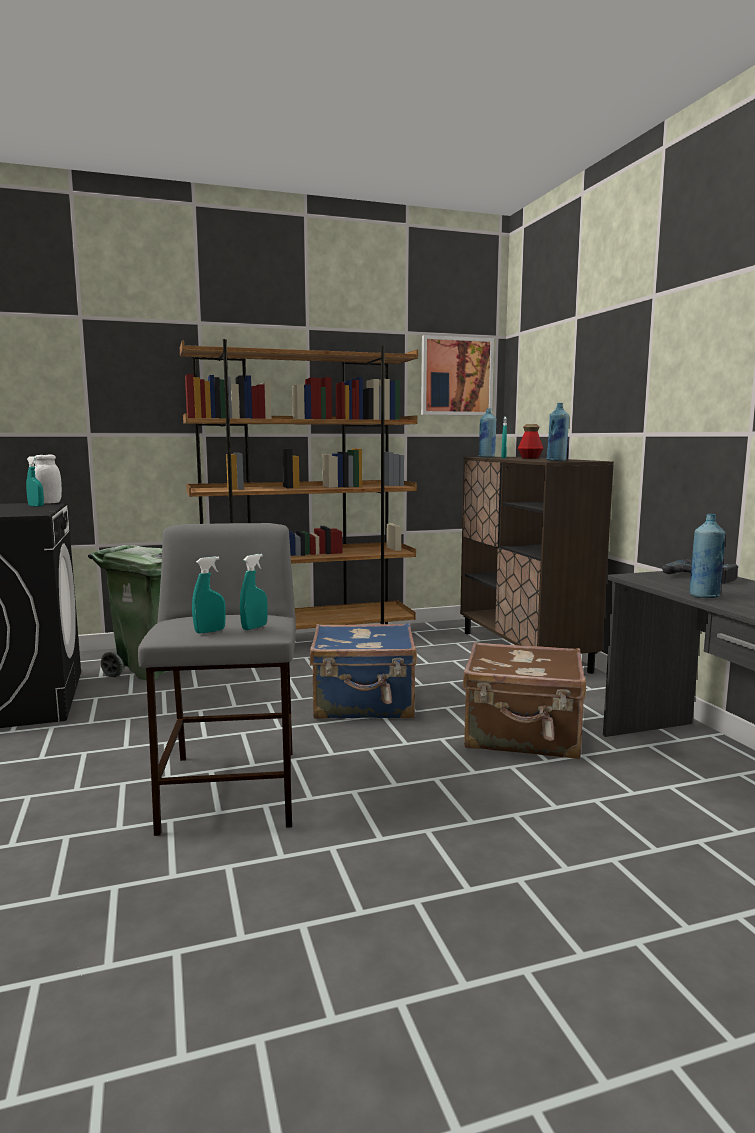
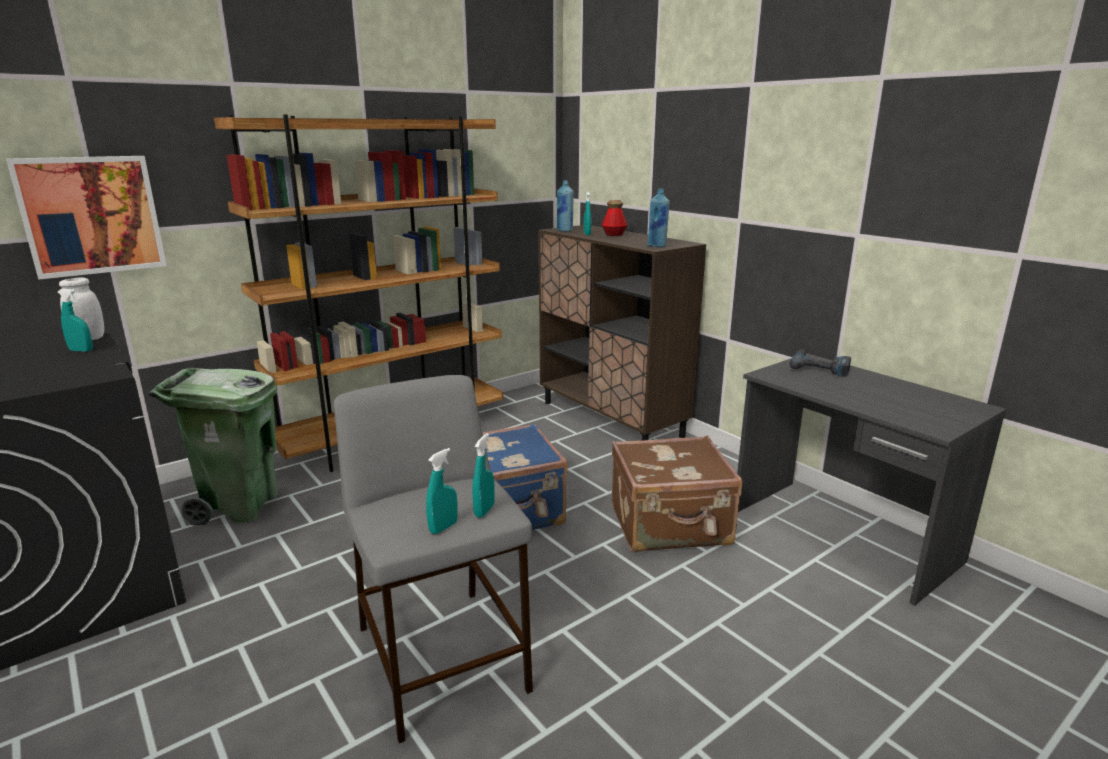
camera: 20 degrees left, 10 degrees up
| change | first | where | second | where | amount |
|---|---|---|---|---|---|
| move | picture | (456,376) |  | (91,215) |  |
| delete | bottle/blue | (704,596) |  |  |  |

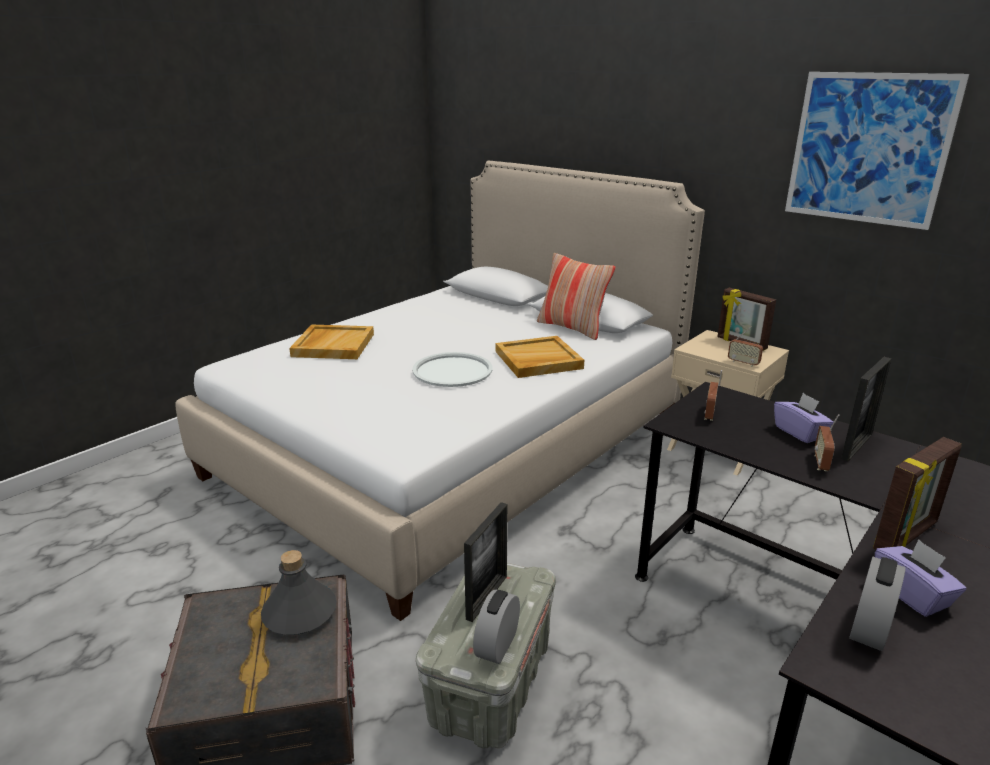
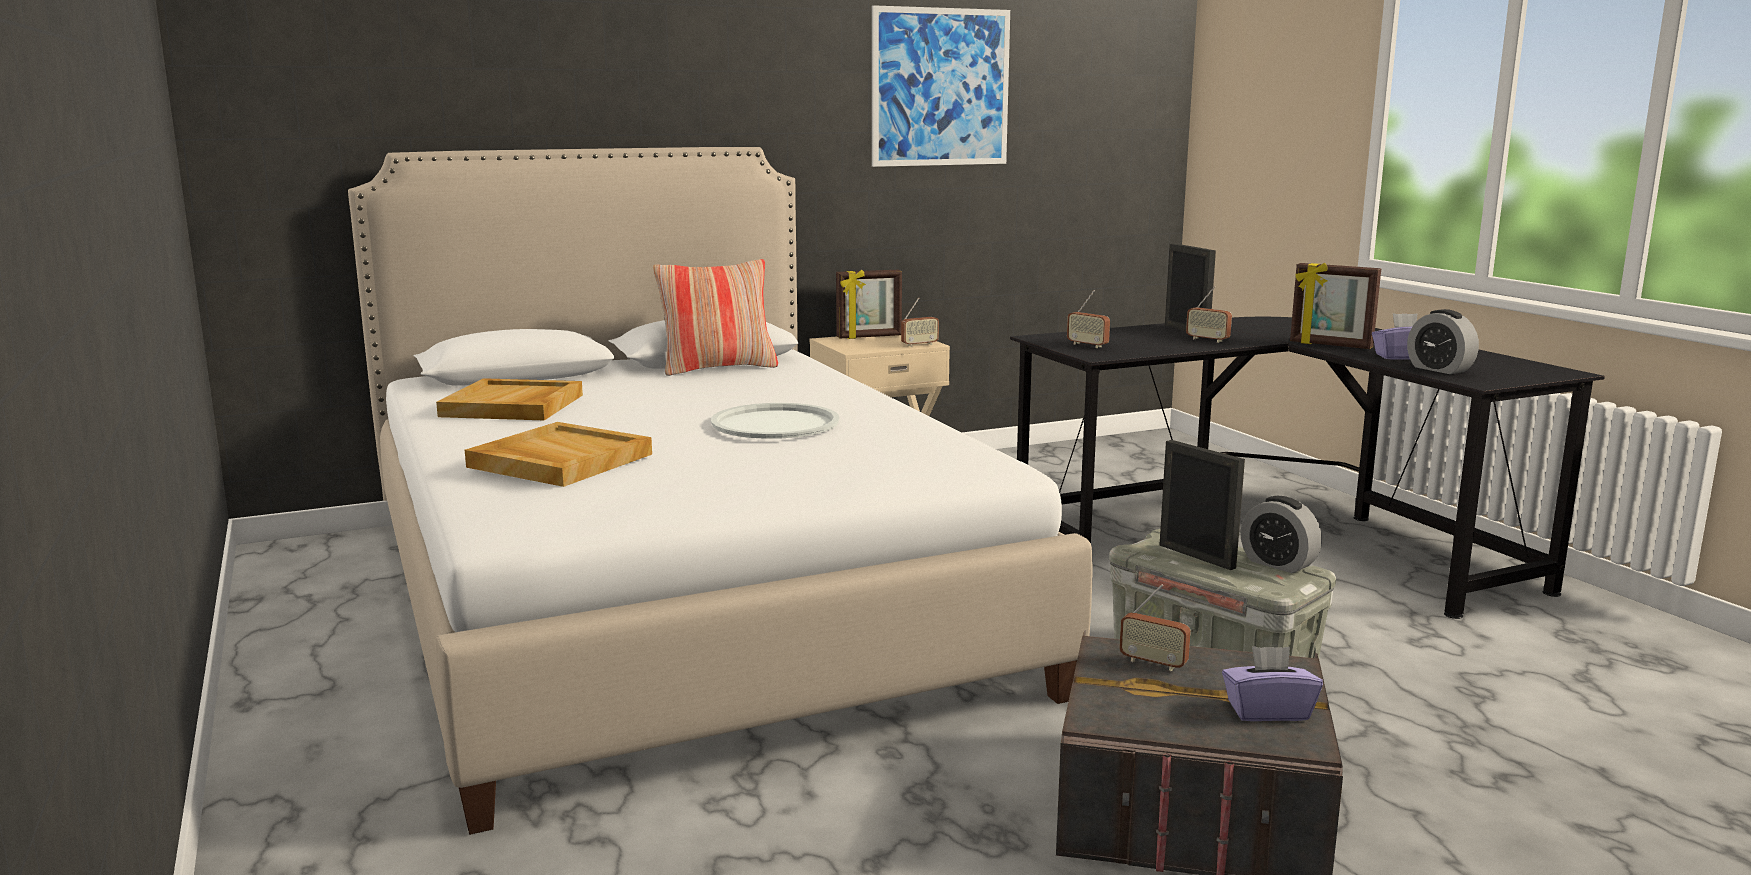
camera: 65 degrees left, 10 degrees down
| change | first | where | second | where | amount |
|---|---|---|---|---|---|
| replace | bottle/grey | (300,614) | radio | (1153,663) |  |
| move | tray/beige | (538,360) |  | (513,406) |  |
| move | tissue box/purple | (799,432) |  | (1268,711) |  |
| rotate | picture frame | (906,537) |  | (1330,345) | 135 degrees clockwise |

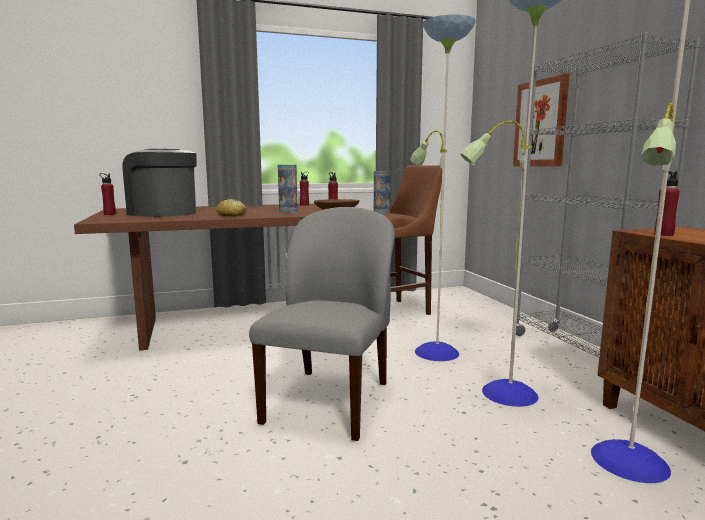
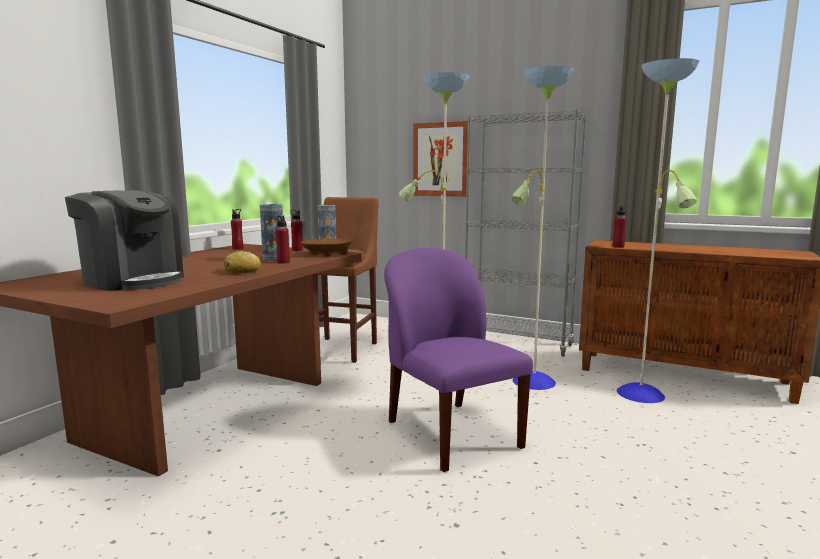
camera: 45 degrees left, 0 degrees up
| change | first | where | second | where | amount |
|---|---|---|---|---|---|
| move | bottle/red | (109,214) |  | (283,262) |  |
| rotate | coffee machine | (163,213) |  | (133,280) | 135 degrees counterclockwise |
| recolor | chair/grey | (329,401) | chair/purple | (451,433) |  |

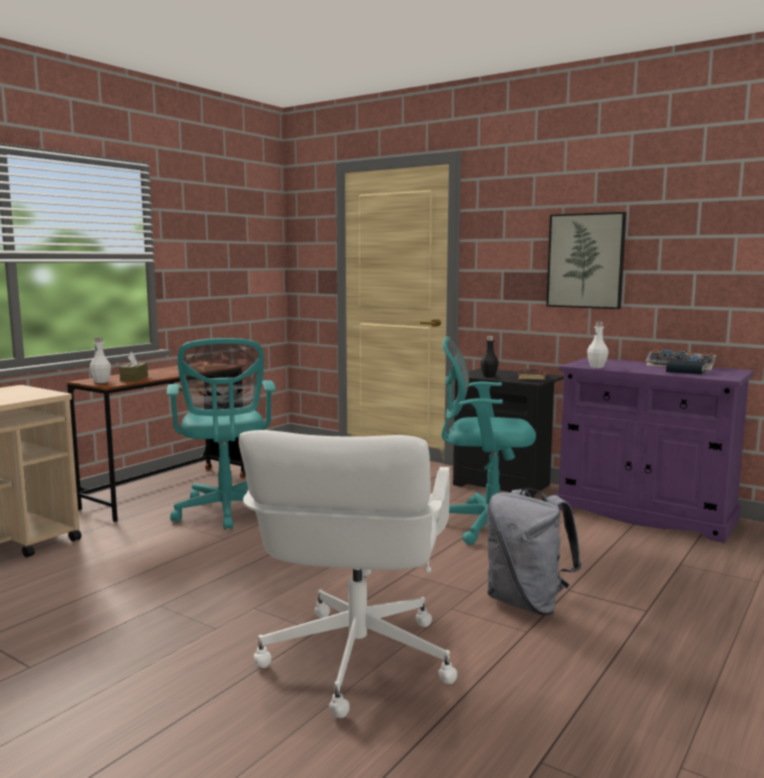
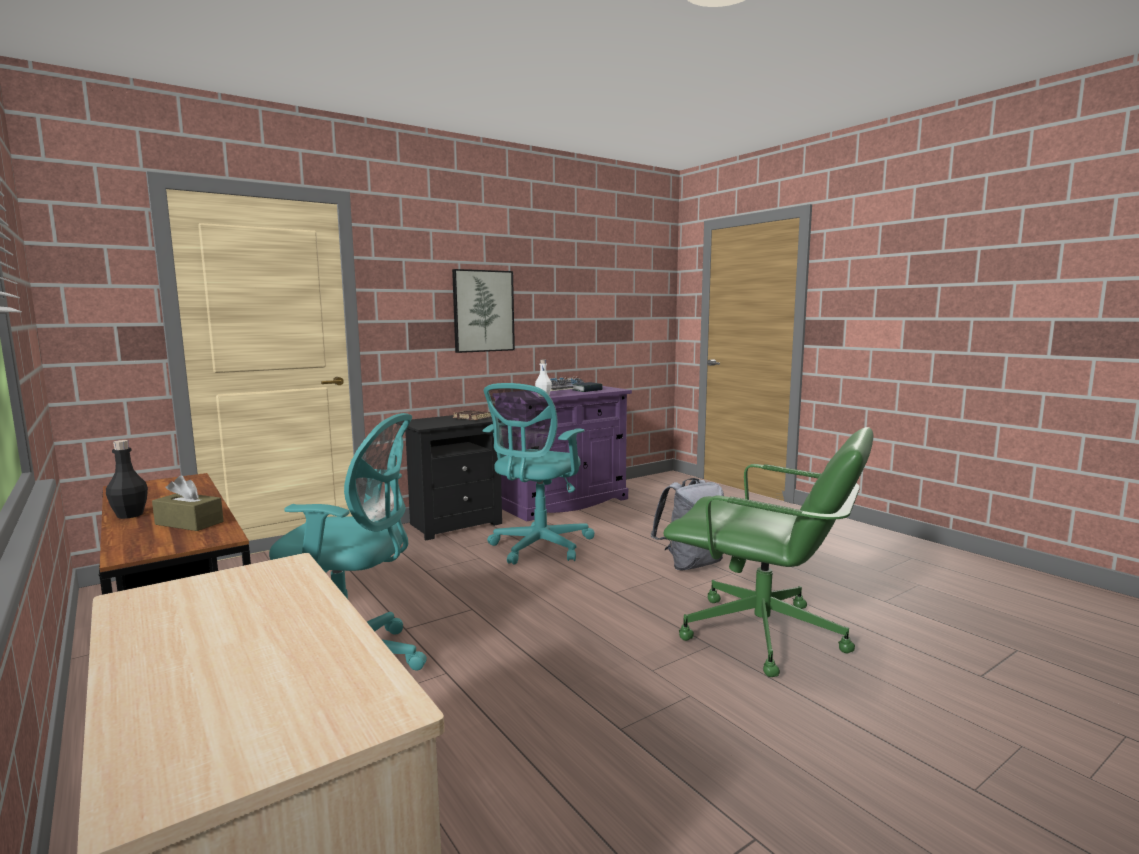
camera: 70 degrees left, 0 degrees up
| change | first | where | second | where | amount |
|---|---|---|---|---|---|
| delete | bottle/white | (101,382) |  |  |  |
| recolor | office chair/white | (355,660) | office chair/green | (764,635) |  |
| move | bottle/black | (489,376) |  | (130,515) |  |

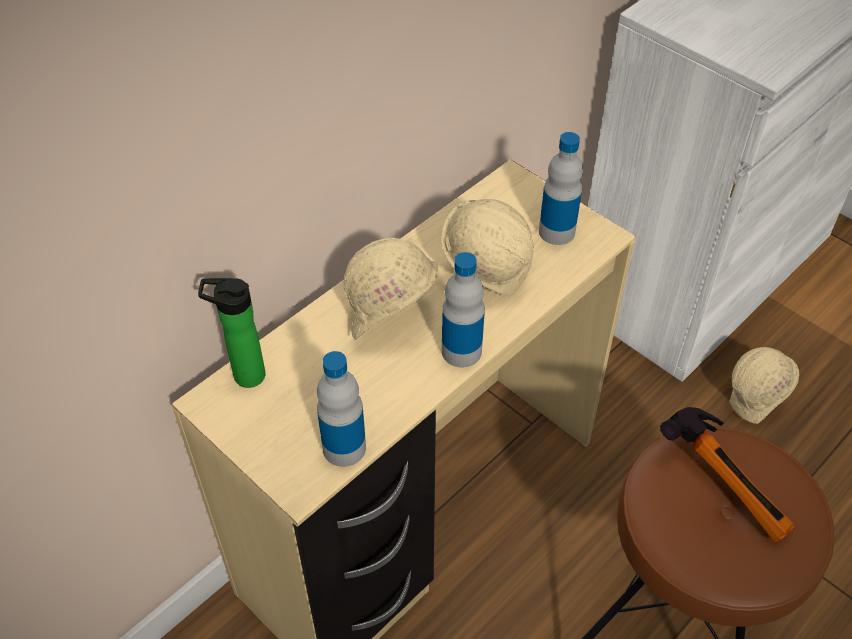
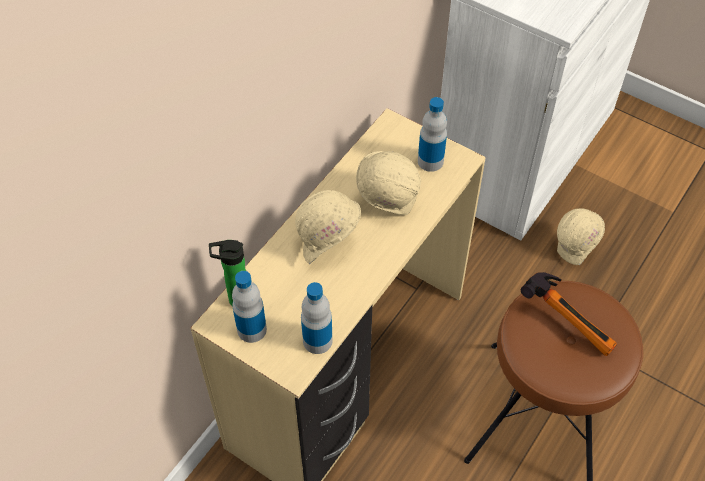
camera: 10 degrees left, 5 degrees up
| change | first | where | second | where | amount |
|---|---|---|---|---|---|
| move | bottle | (461,351) |  | (252,329) |  |

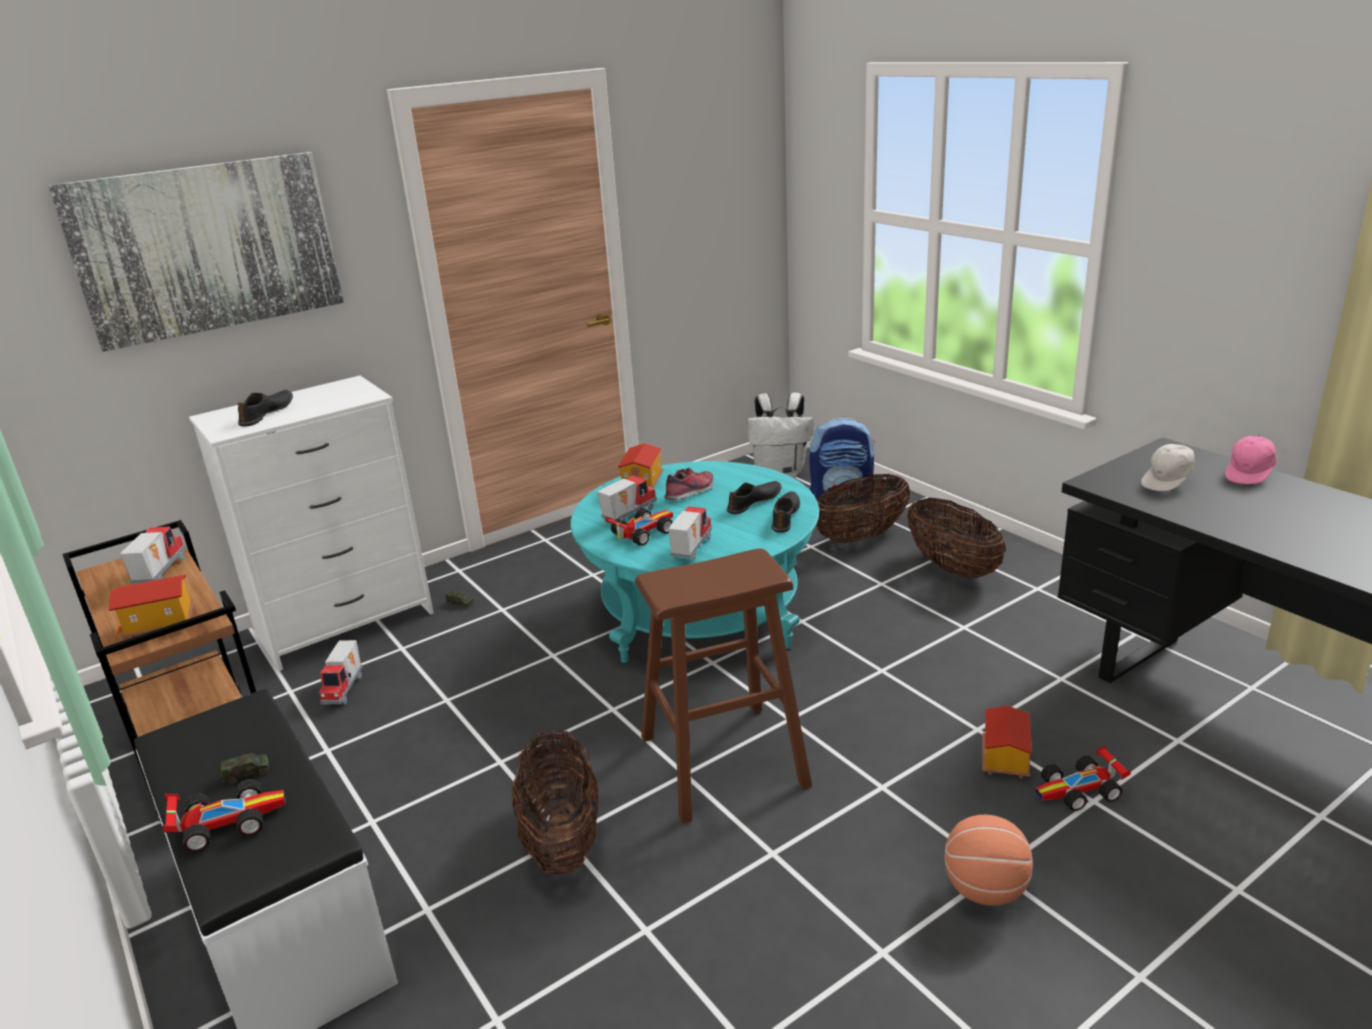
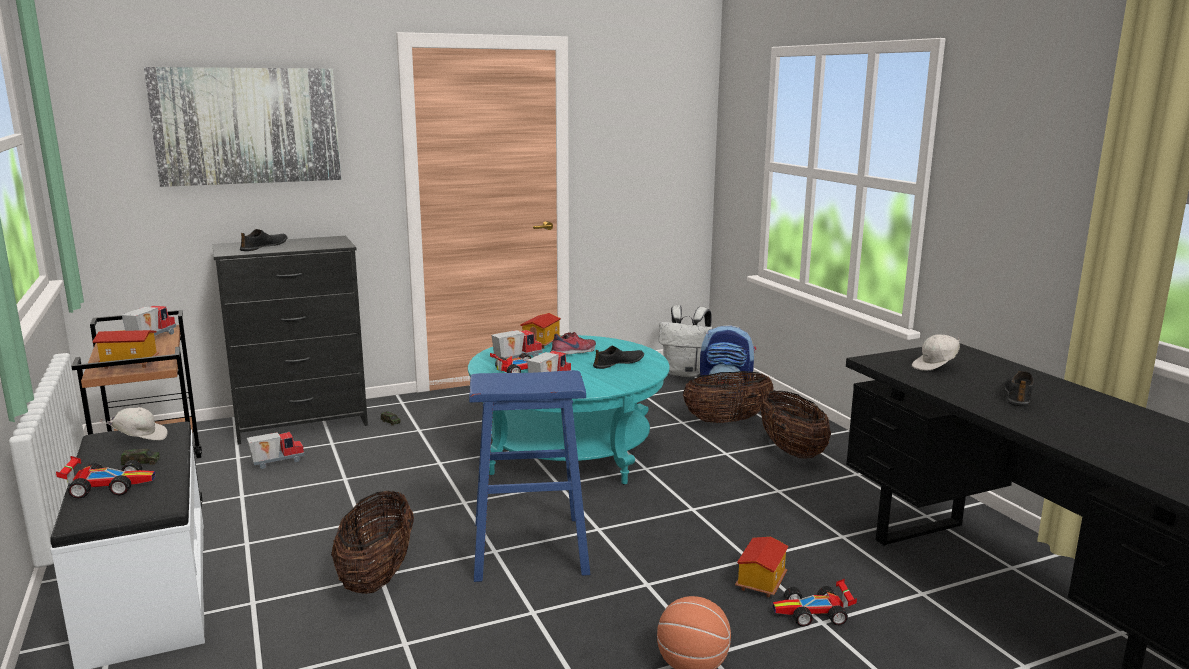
camera: 10 degrees right, 10 degrees down
| change | first | where | second | where | amount |
|---|---|---|---|---|---|
| recolor | dresser/white | (345,623) | dresser/black | (301,423) |  |
| rotate | toy truck | (345,689) |  | (277,462) | 135 degrees counterclockwise |
| recolor | stool/brown | (722,760) | stool/blue | (529,547) |  |
| move | shoe/black | (786,516) |  | (1019,394) |  |
| delete | cap/pink | (1249,474) |  |  |  |
| insert |  |  | cap/white | (140,438) |  |

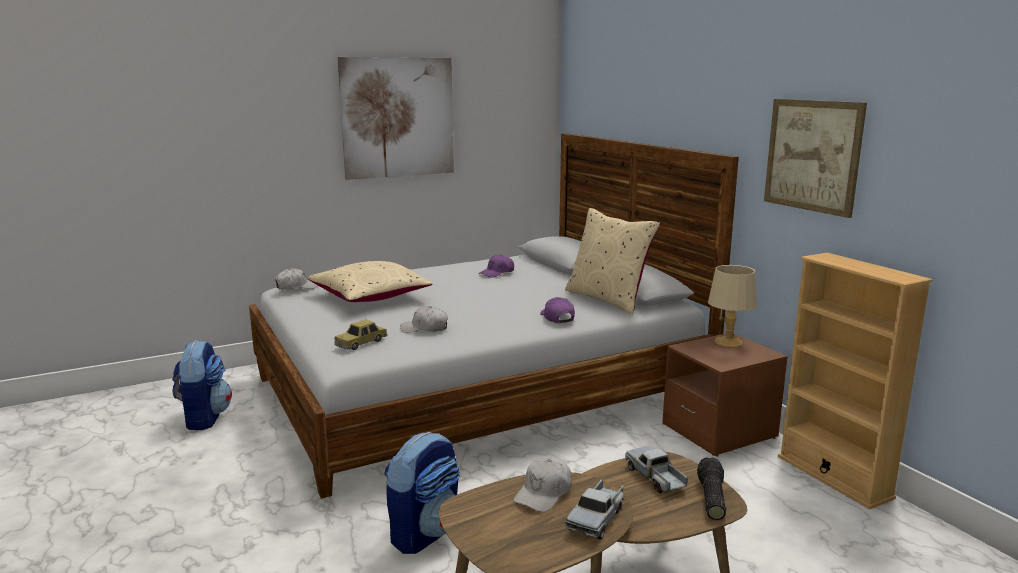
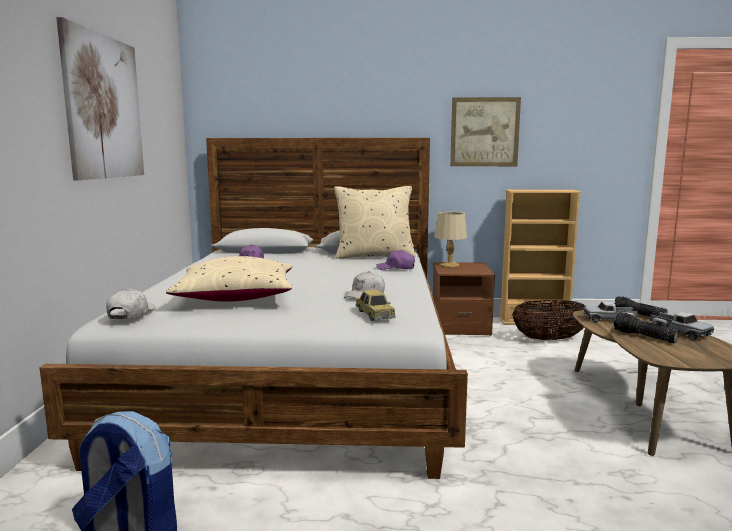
camera: 60 degrees left, 5 degrees down
| change | first | where | second | where | amount |
|---|---|---|---|---|---|
| delete | backpack | (425,533) |  |  |  |
| replace | cap/white | (544,493) | flashlight | (643,337) |  |
| insert |  |  | basket | (549,339) |  |

